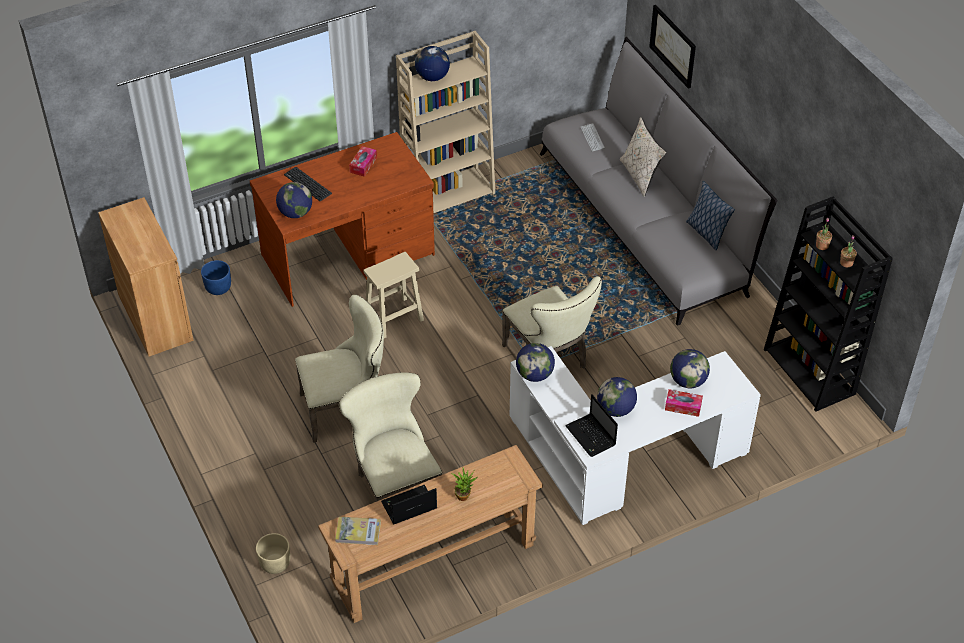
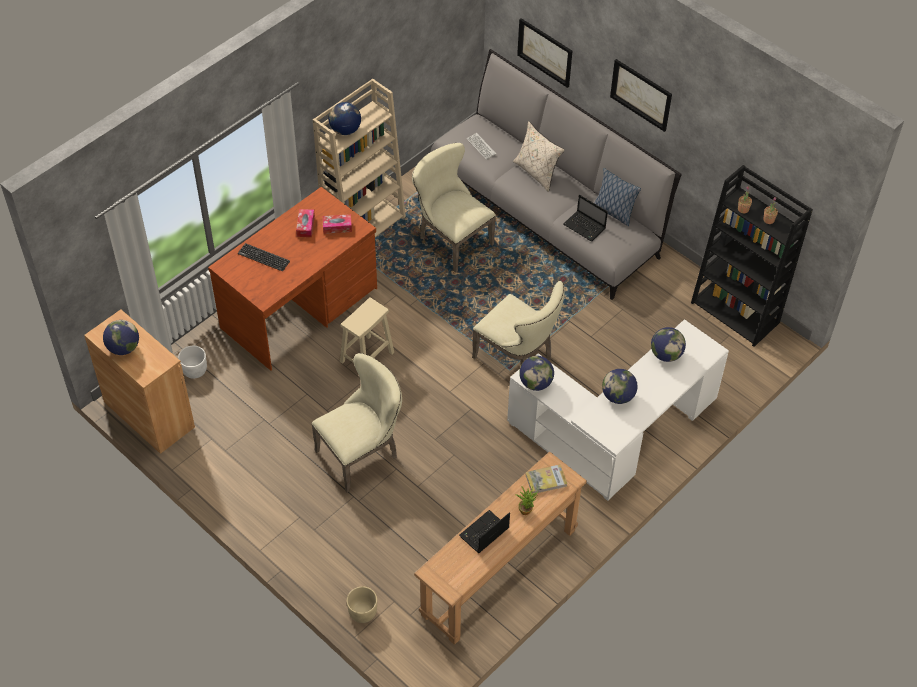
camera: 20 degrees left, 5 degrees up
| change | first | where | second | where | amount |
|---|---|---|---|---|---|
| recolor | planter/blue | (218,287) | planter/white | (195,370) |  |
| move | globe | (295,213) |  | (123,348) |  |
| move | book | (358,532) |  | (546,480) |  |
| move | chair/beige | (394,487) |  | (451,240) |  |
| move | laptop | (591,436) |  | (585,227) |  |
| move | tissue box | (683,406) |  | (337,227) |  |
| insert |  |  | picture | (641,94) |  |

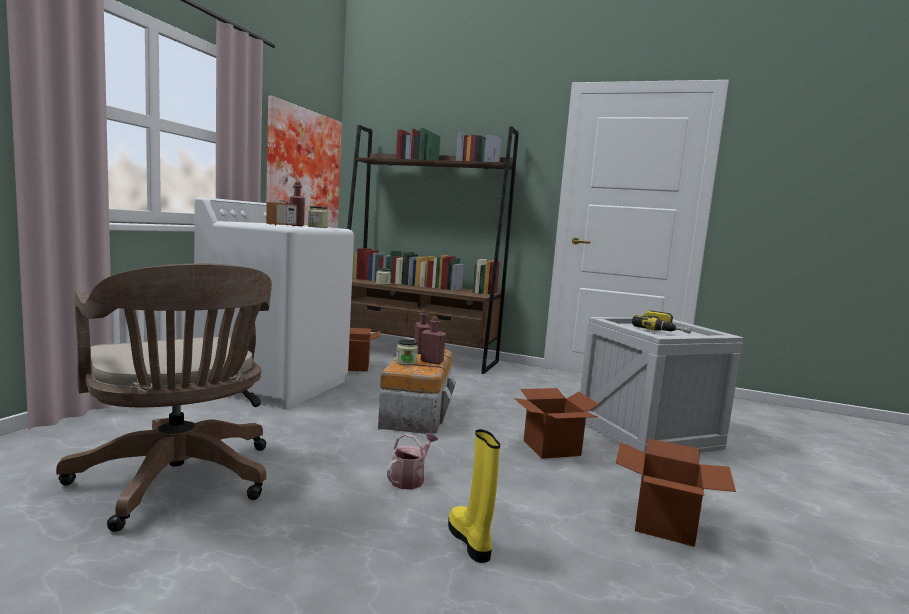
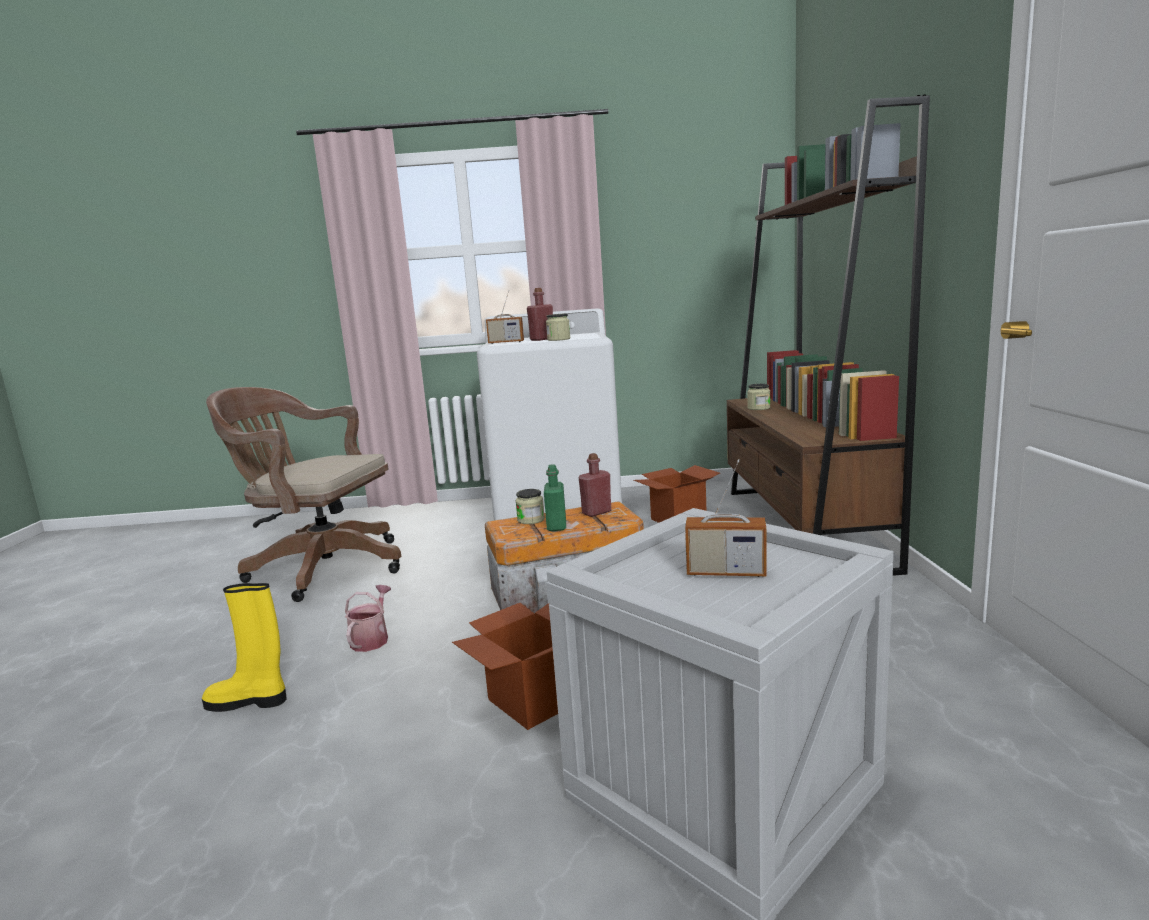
camera: 70 degrees right, 5 degrees up
| change | first | where | second | where | amount |
|---|---|---|---|---|---|
| rotate | office chair/brown | (179,482) |  | (321,567) | 75 degrees clockwise |
| delete | picture | (301,170) |  |  |  |
| rotate | watering can | (410,479) |  | (372,639) | 90 degrees counterclockwise |
| recolor | bottle/red | (432,361) | bottle/green | (556,526) |  |
| rotate | boot/yellow | (470,540) |  | (249,702) | 135 degrees counterclockwise |
| delete | cardboard box | (664,524) |  |  |  |
| replace | power drill | (663,331) | radio | (726,572) |  |

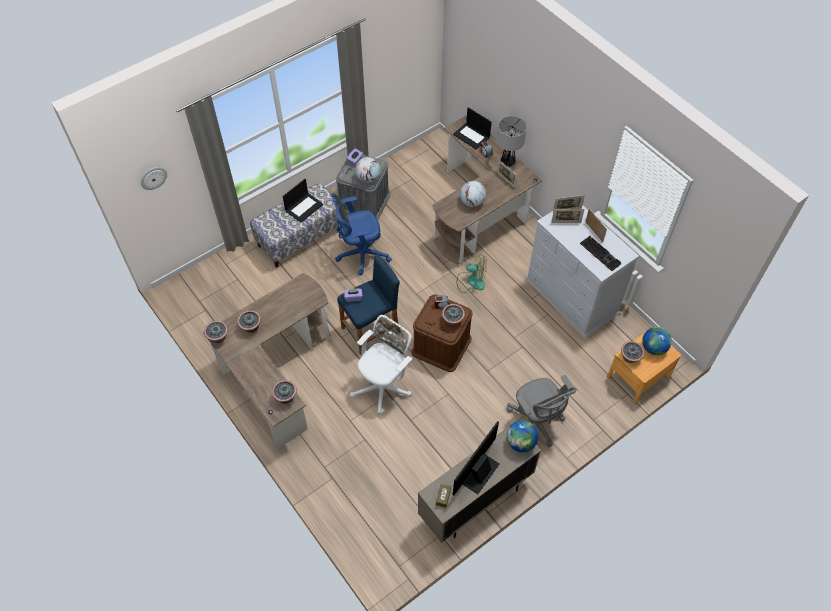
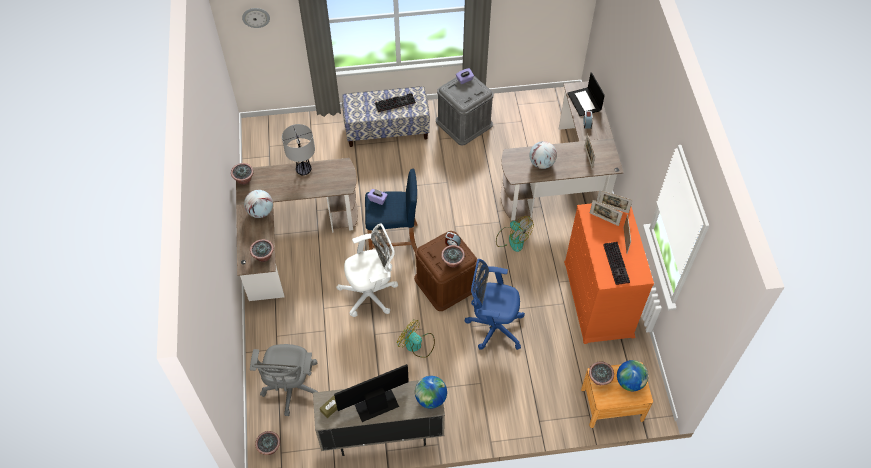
camera: 30 degrees right, 0 degrees up
| change | first | where | second | where | amount |
|---|---|---|---|---|---|
| move | potted plant | (251,327) |  | (269,448) |  |
| replace | laptop | (304,207) | keyboard | (395,102) |  |
| move | office chair/blue | (360,254) |  | (493,326) |  |
| move | globe | (368,178) |  | (260,211) |  |
| move | table lamp | (507,162) |  | (303,170) |  |
| move | office chair/grey | (535,423) |  | (291,388) |  |
| recolor | dresser/white | (572,297) | dresser/orange | (598,299) |  |
| insert |  |  | fan | (417,344) |  |

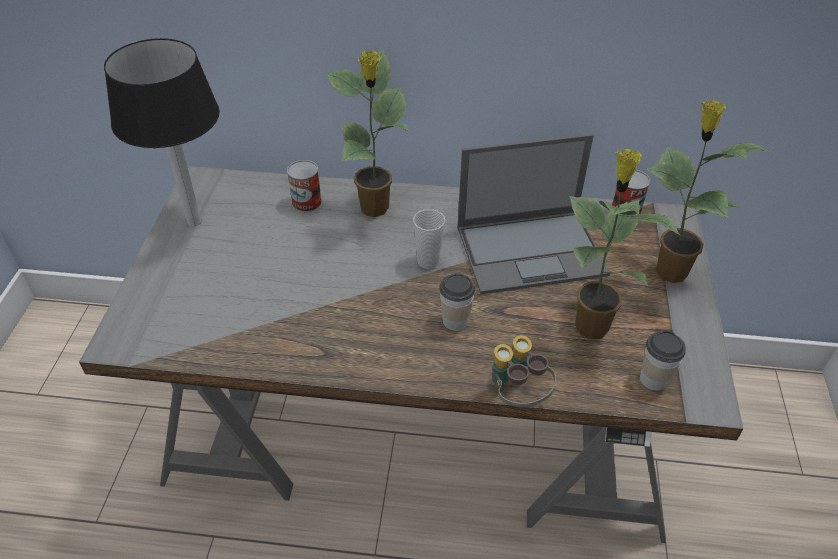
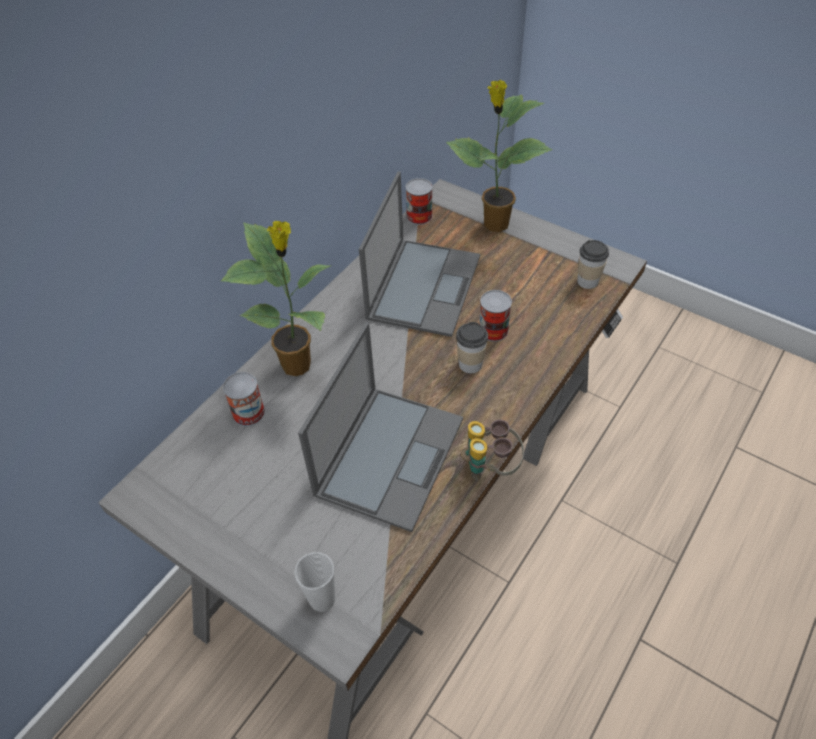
camera: 60 degrees left, 5 degrees up
| change | first | where | second | where | amount |
|---|---|---|---|---|---|
| delete | table lamp | (195,221) |  |  |  |
| move | cup | (428,261) |  | (322,599) |  |
| move | binoculars | (517,397) |  | (490,466) |  |
| delete | potted plant | (591,324) |  |  |  |
| insert |  |  | laptop | (390,454) |  |
| insert |  |  | can | (493,330) |  |

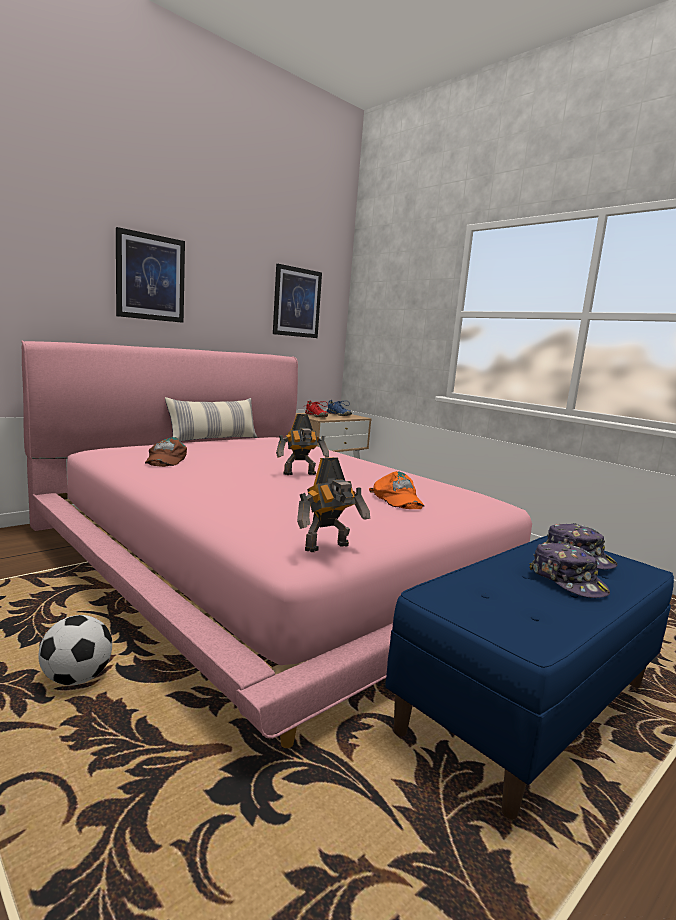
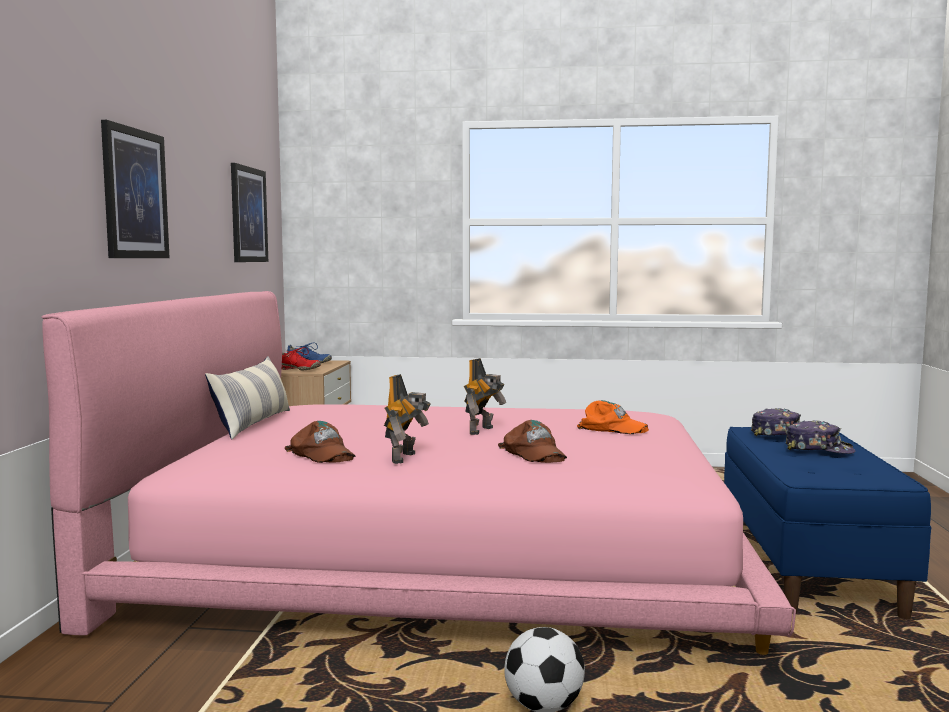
camera: 40 degrees left, 5 degrees down
| change | first | where | second | where | amount |
|---|---|---|---|---|---|
| move | toy robot | (329,548) |  | (406,458) |  |
| insert |  |  | cap/brown | (533,453) |  |

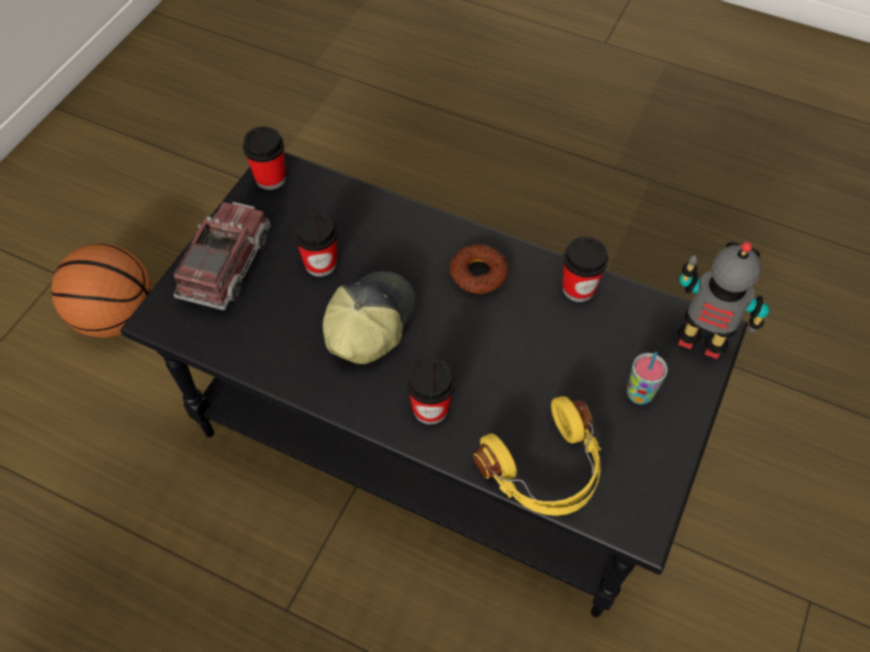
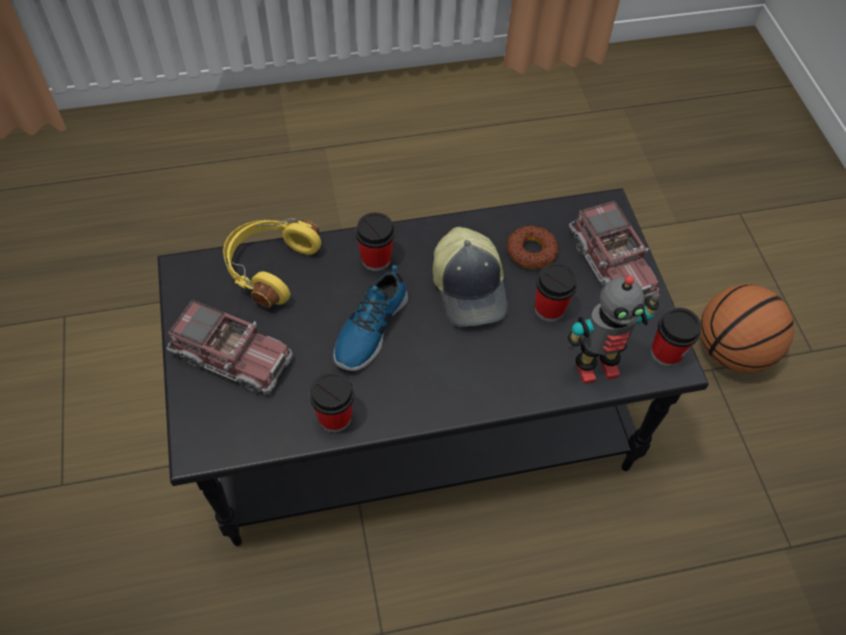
camera: 140 degrees right, 0 degrees up
| change | first | where | second | where | amount |
|---|---|---|---|---|---|
| move | donut | (478,273) |  | (531,251) |  |
| replace | cup | (639,394) | toy truck | (232,357) |  |
| move | toy robot | (699,345) |  | (595,367) |  |
| insert |  |  | shoe | (369,327) |  |

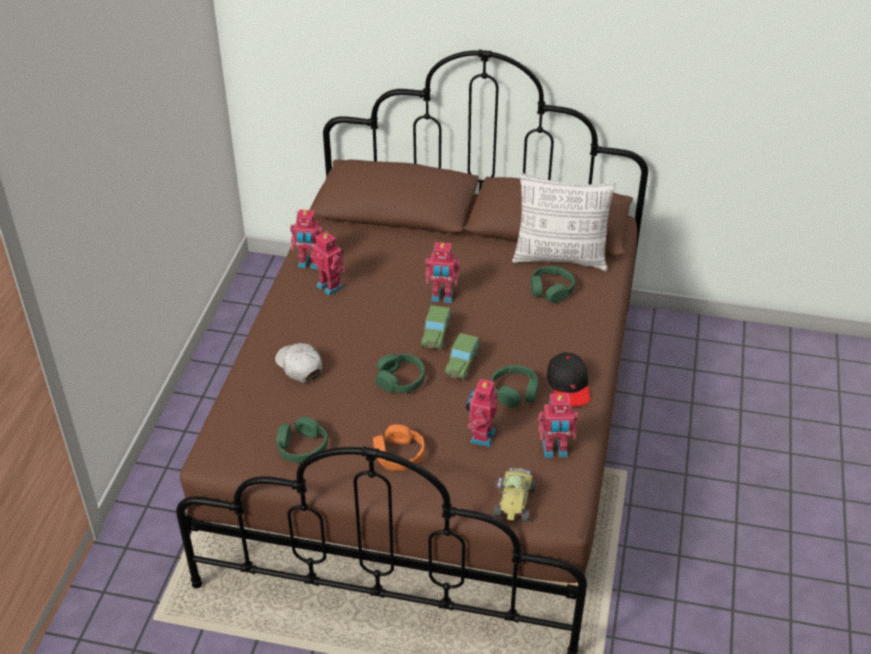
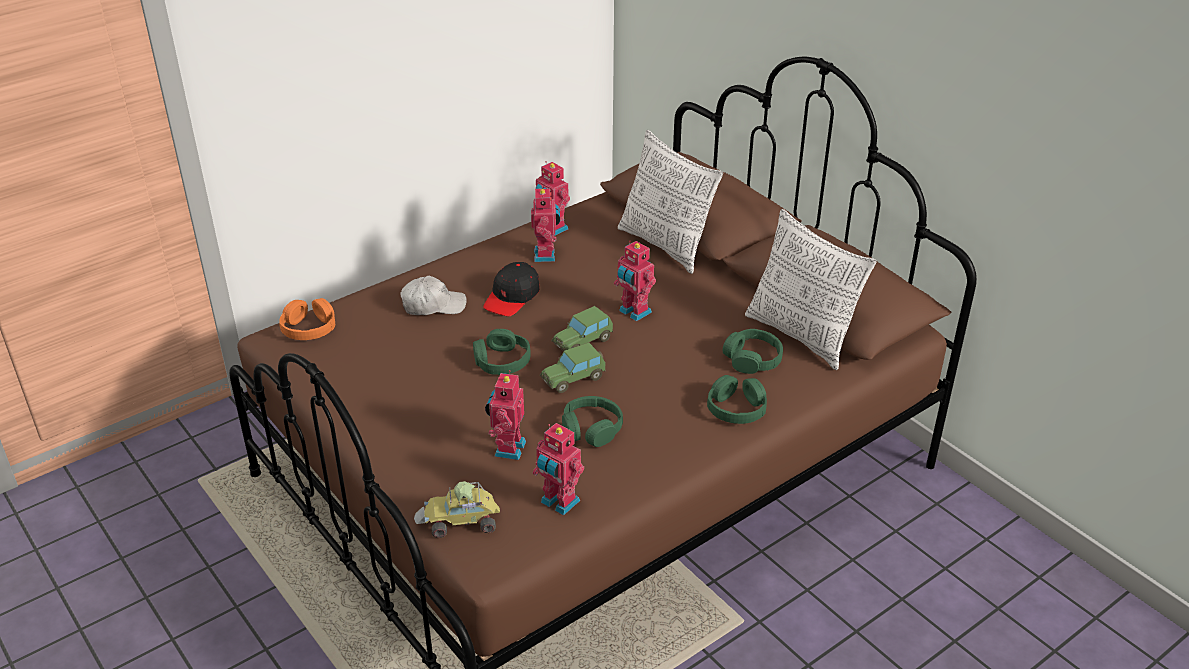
camera: 40 degrees right, 5 degrees down
| change | first | where | second | where | amount |
|---|---|---|---|---|---|
| rotate | cap/white | (299,366) |  | (433,305) | 75 degrees clockwise |
| move | headphones/green | (302,447) |  | (736,408) |  |
| move | headphones/orange | (398,455) |  | (309,328) |  |
| rotate | toy robot | (480,436) |  | (507,448) | 45 degrees counterclockwise |
| rotate | toy car | (514,500) |  | (461,521) | 150 degrees counterclockwise |
| move | cap/black | (569,386) |  | (512,297) |  |
| insert |  |  | pillow | (665,245) |  |

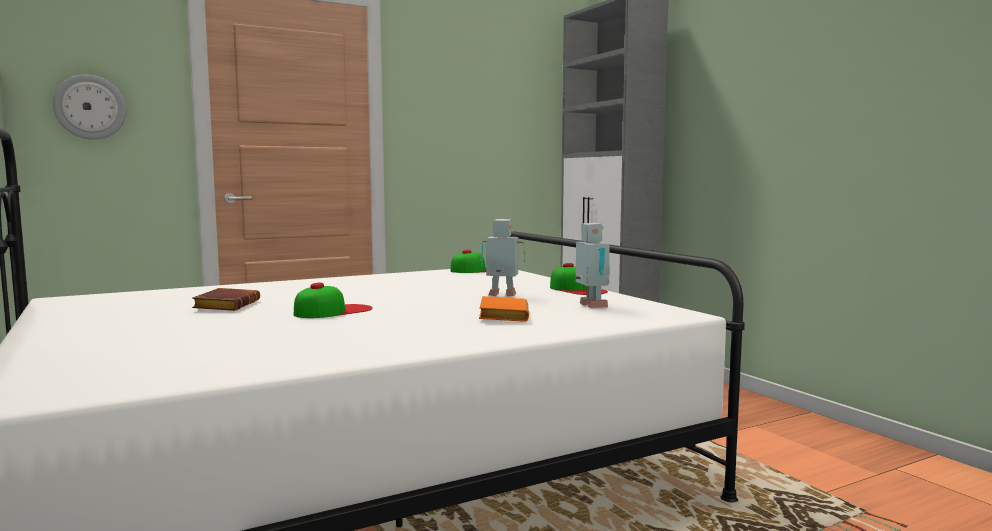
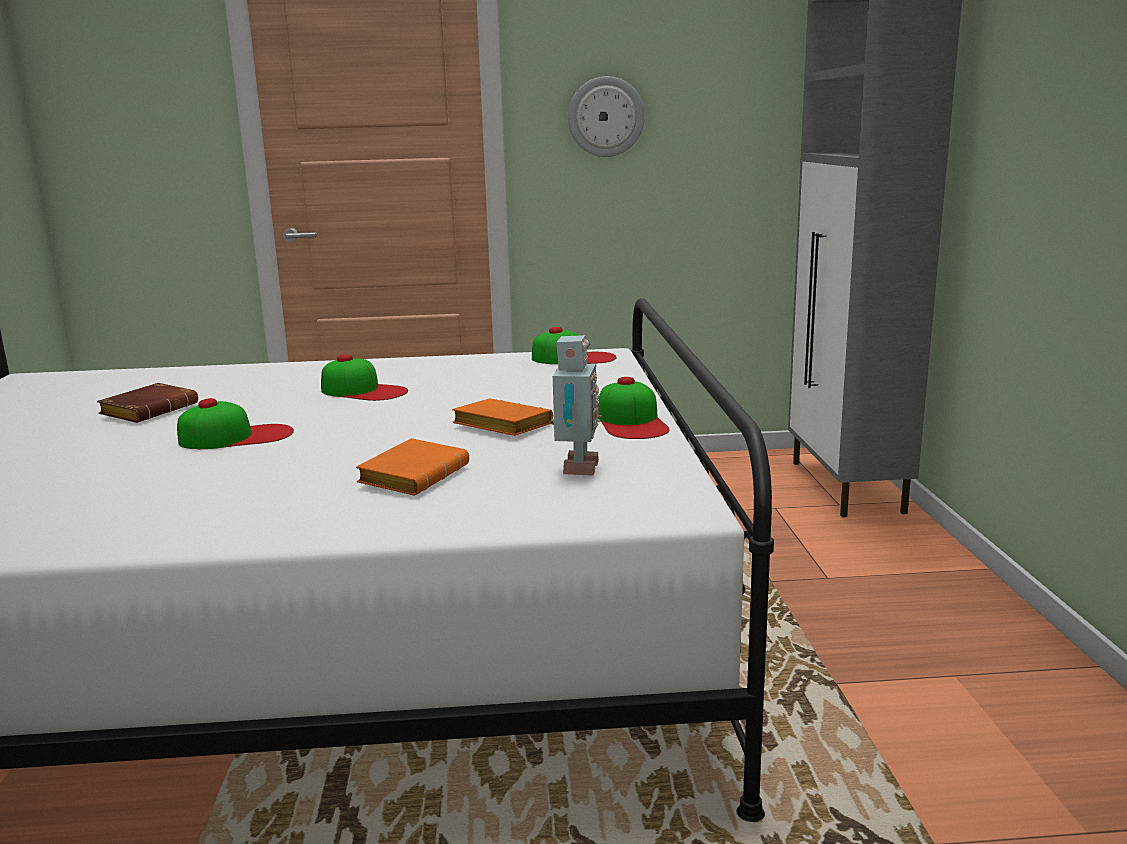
camera: 25 degrees right, 10 degrees up
| change | first | where | second | where | amount |
|---|---|---|---|---|---|
| move | wall clock | (90,107) |  | (606,117) |  |
| replace | toy robot | (503,295) | book/orange | (499,426) |  |
| insert |  |  | cap | (363,391) |  |

